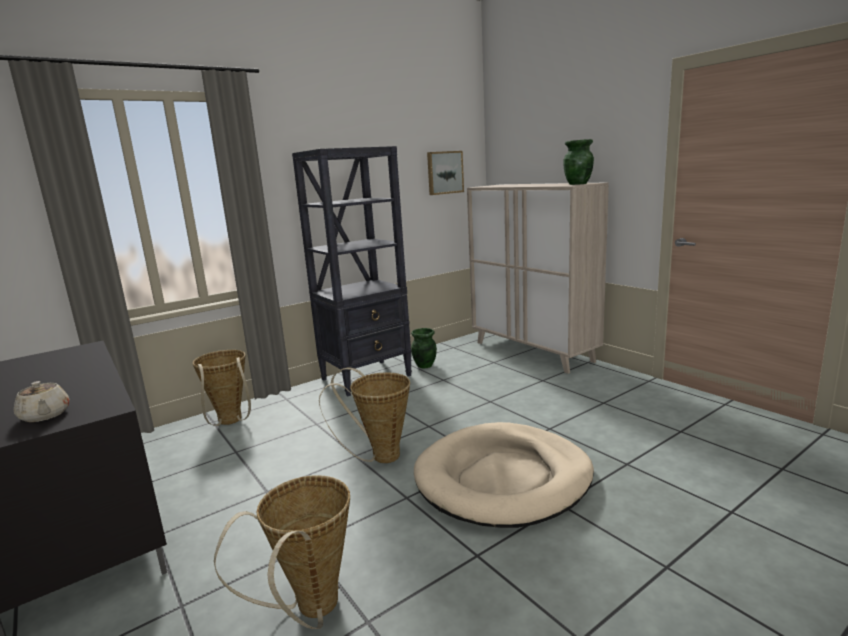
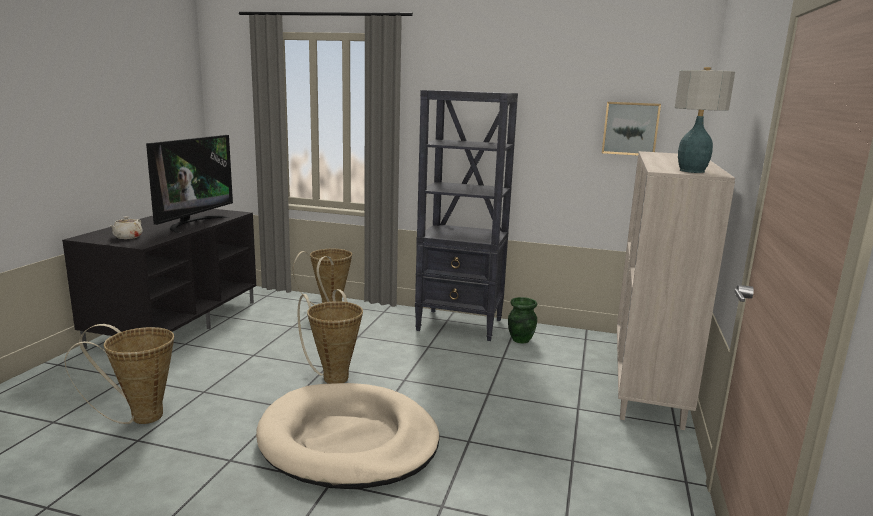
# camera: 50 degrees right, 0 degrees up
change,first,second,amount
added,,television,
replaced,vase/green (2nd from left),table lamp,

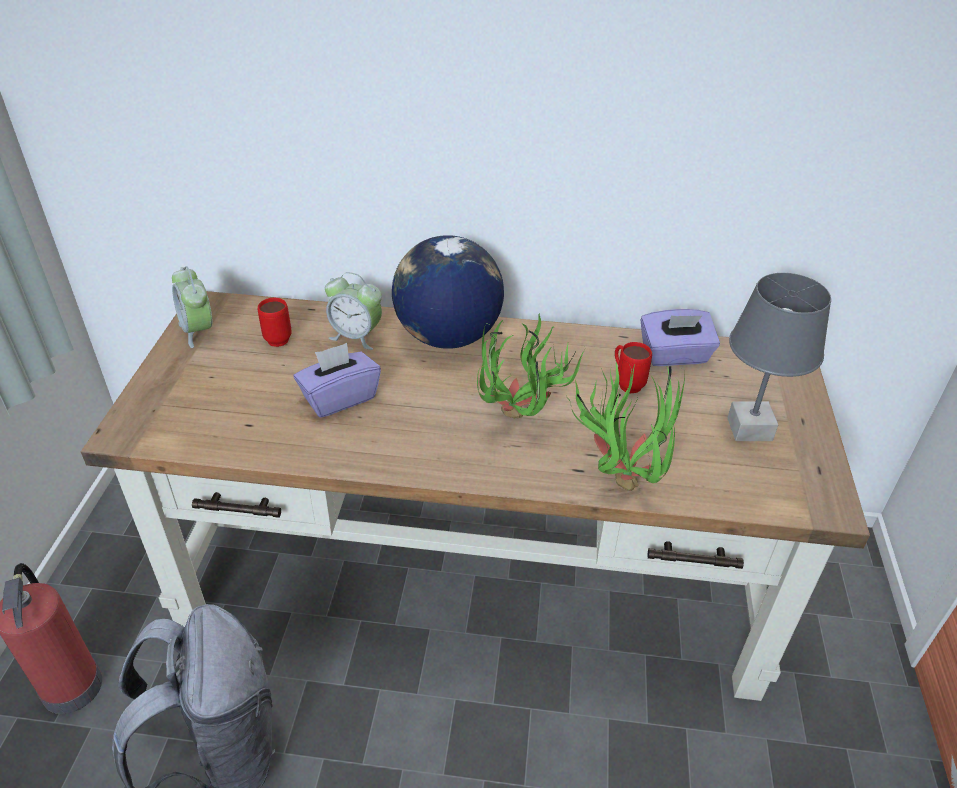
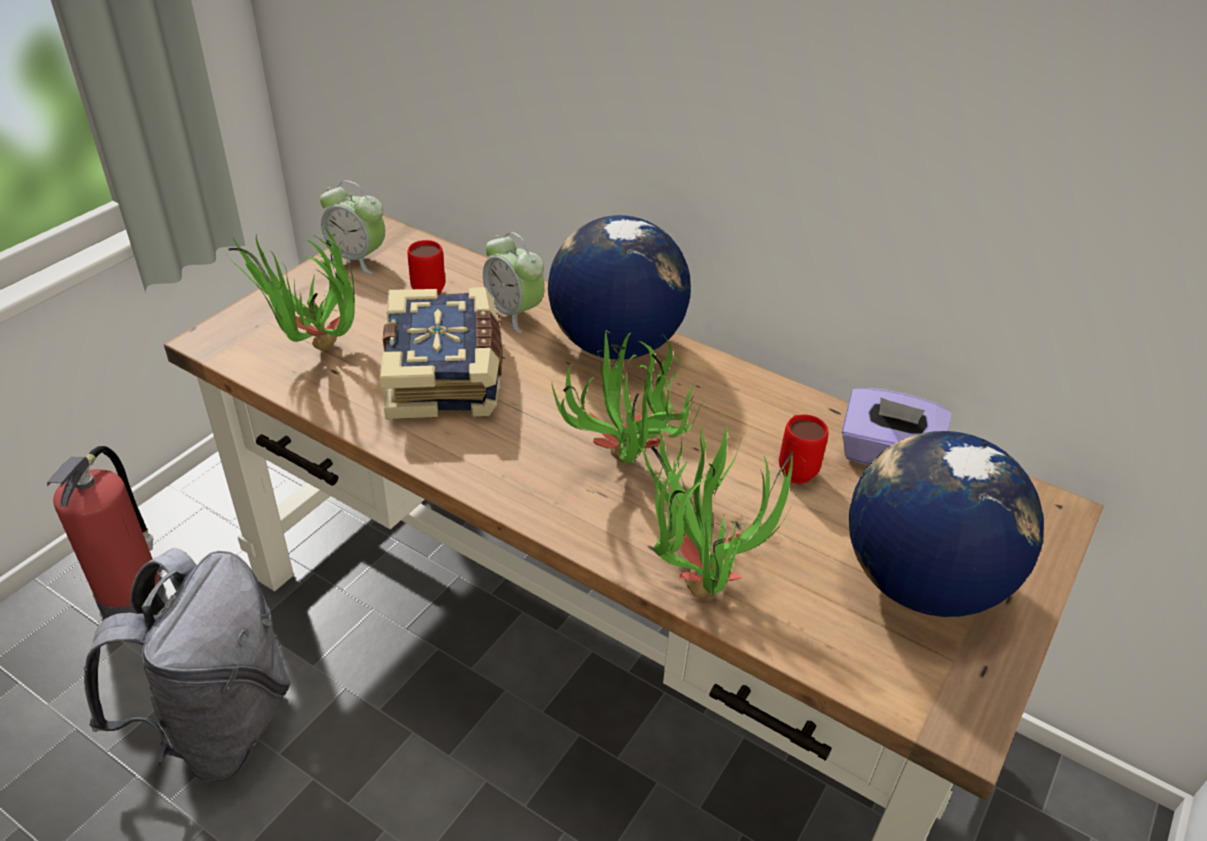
# camera: 25 degrees right, 0 degrees up
change,first,second,amount
added,,potted plant (1st from left),
turned,alarm clock (1st from left),,60 degrees counterclockwise
replaced,tissue box/purple (1st from left),book,
replaced,table lamp/grey,globe (2nd from left),

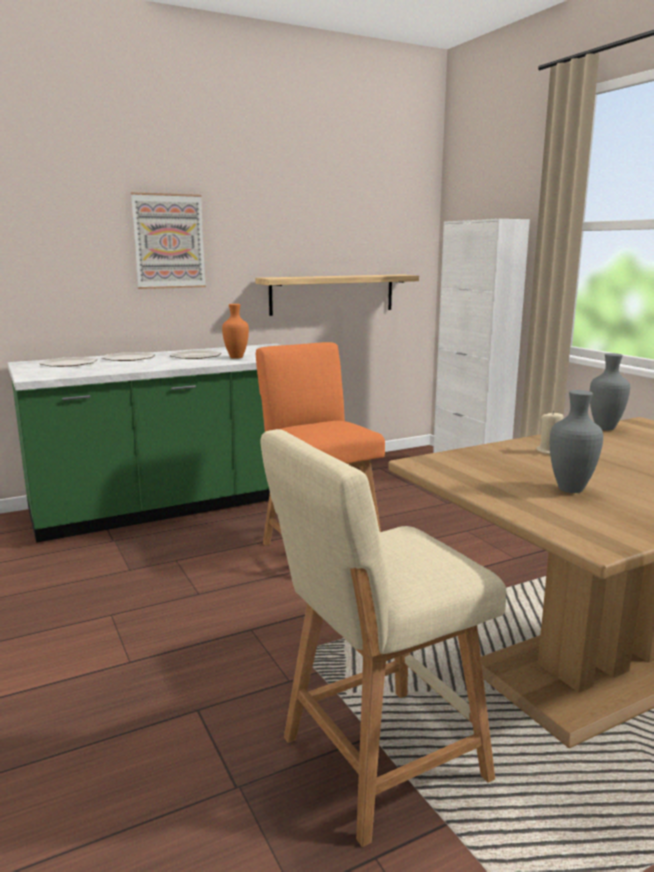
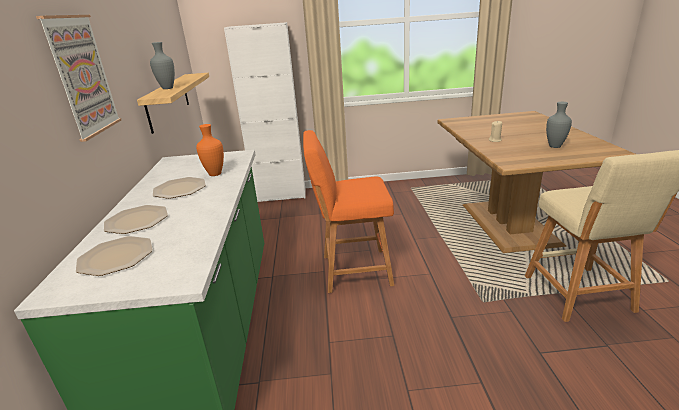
# camera: 65 degrees left, 10 degrees up
change,first,second,amount
moved,vase/grey (2nd from left in the first image),vase/grey (1st from left),

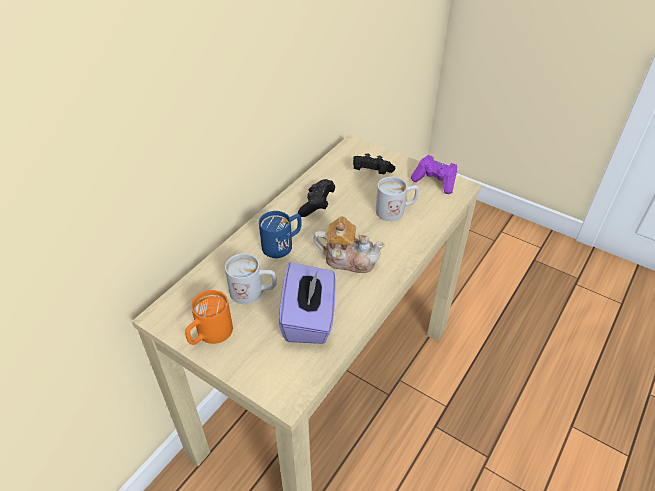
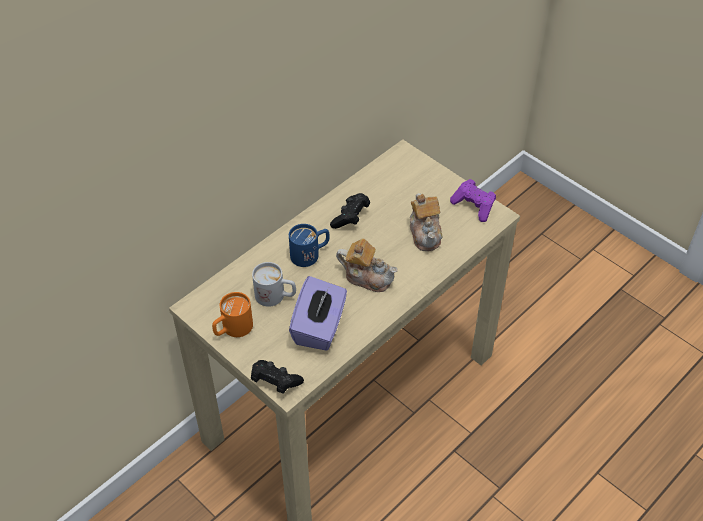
# camera: 10 degrees right, 5 degrees up
change,first,second,amount
moved,game controller/black (2nd from left in the first image),game controller/black (1st from left),
replaced,mug/white (2nd from left),teapot (2nd from left),

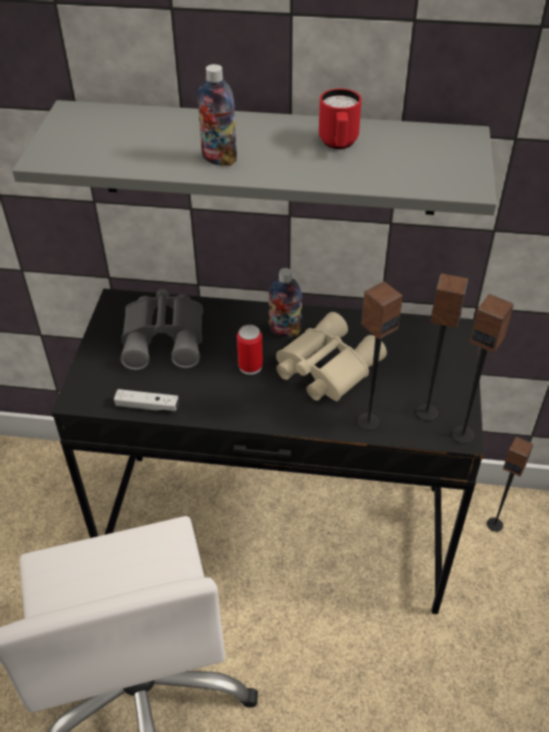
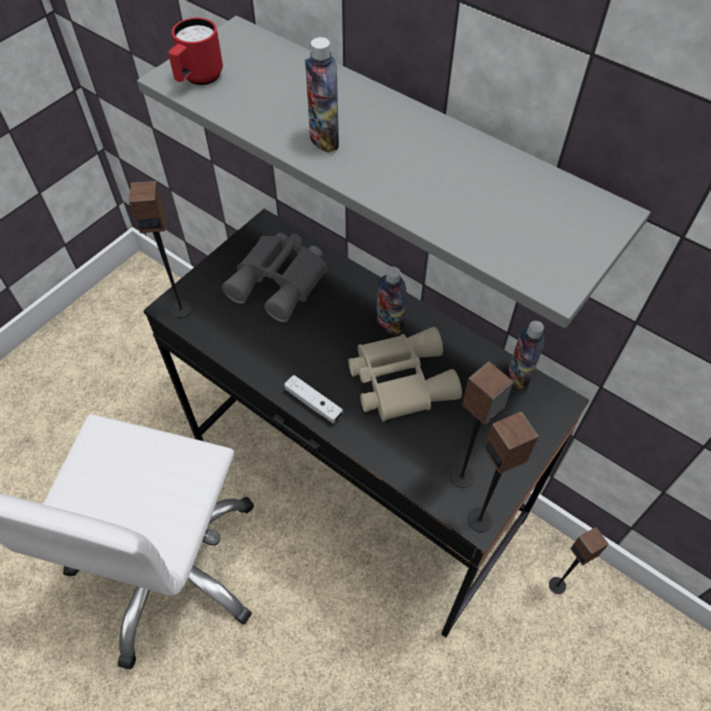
# camera: 30 degrees right, 10 degrees up
change,first,second,amount
moved,speaker (1st from left),,
moved,mug/red,,
moved,game controller/white,,
added,,bottle (3rd from left),
removed,can,,

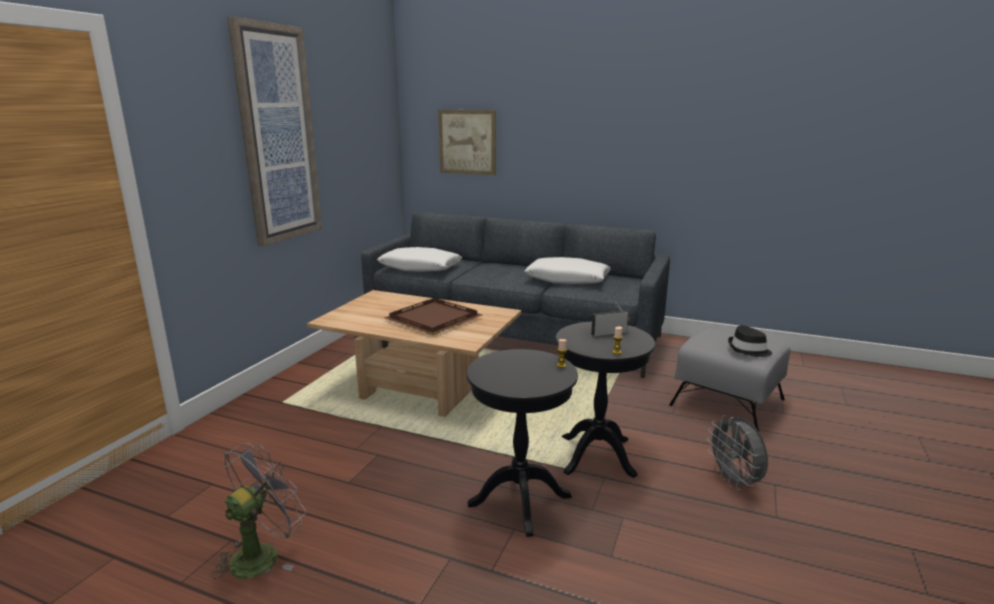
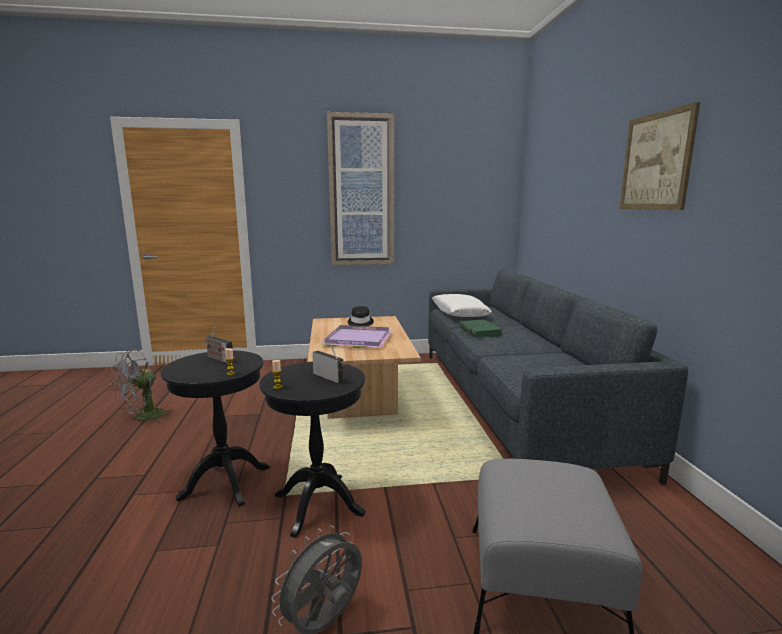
# camera: 60 degrees right, 5 degrees down
change,first,second,amount
turned,fan/grey (1st from left),,120 degrees clockwise
added,,radio (1st from left),
recoloured,tray/brown,tray/purple,
moved,hat/black,,
added,,book/green,
moved,picture (2nd from left),,
removed,pillow/white (2nd from left),,

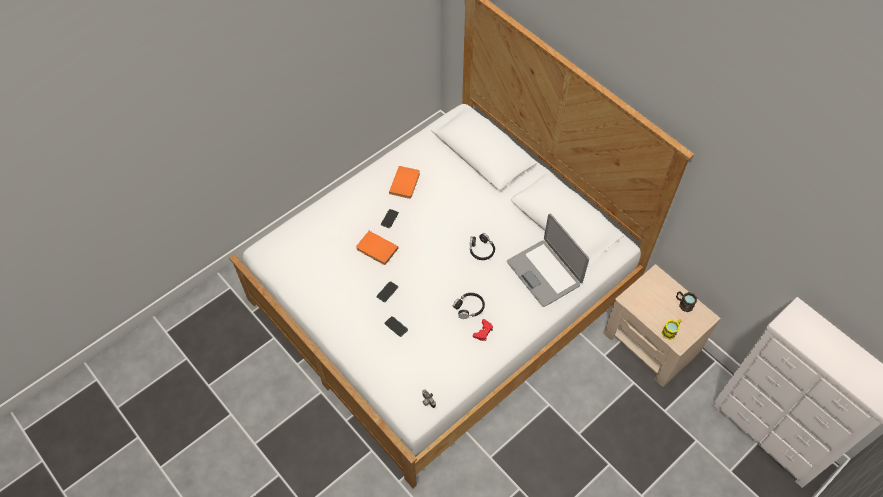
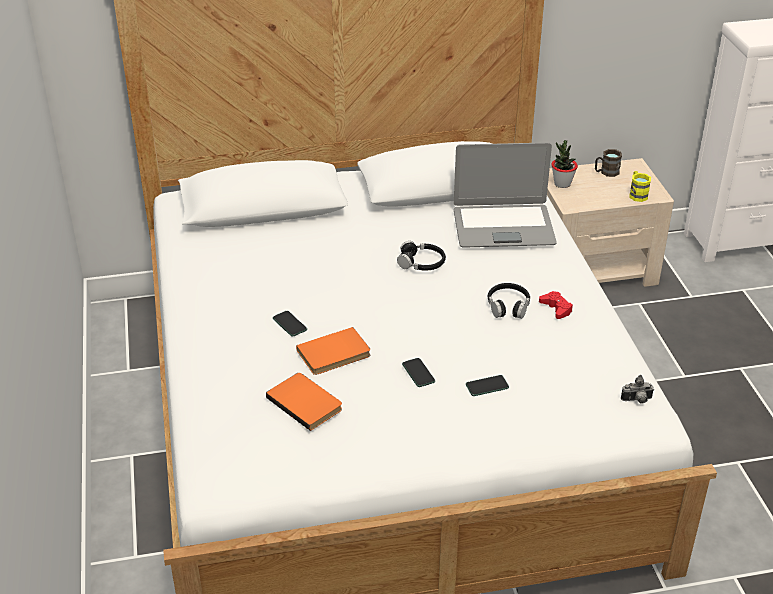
# camera: 60 degrees left, 20 degrees down
change,first,second,amount
moved,book/orange (2nd from left in the first image),book/orange (1st from left),
added,,potted plant,

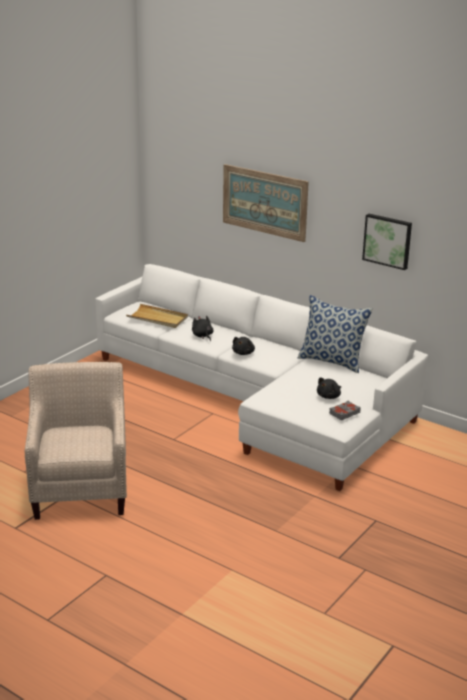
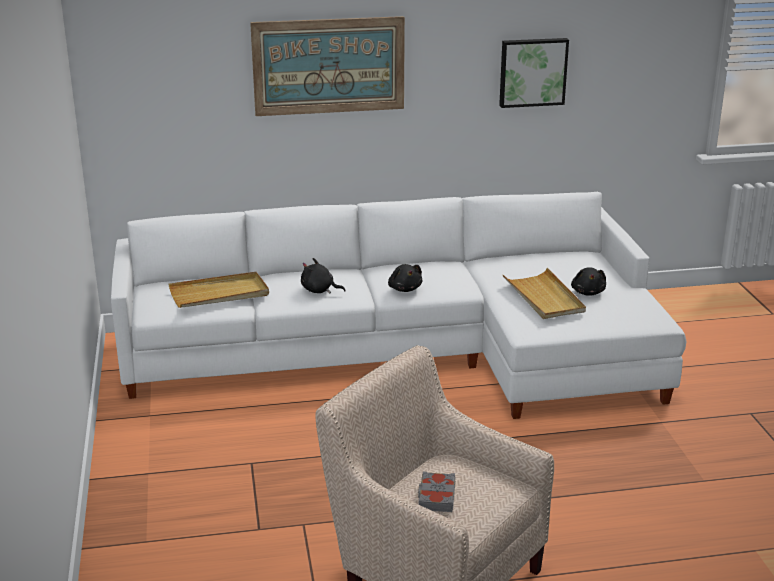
# camera: 45 degrees left, 0 degrees up
change,first,second,amount
moved,book/grey,,
added,,tray/beige (2nd from left),
removed,pillow,,

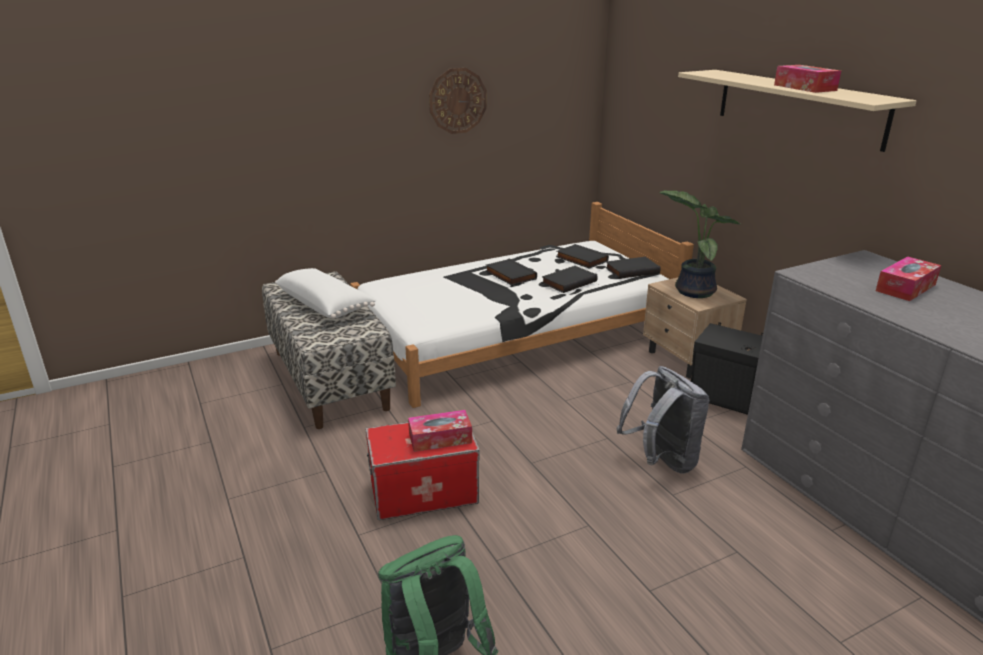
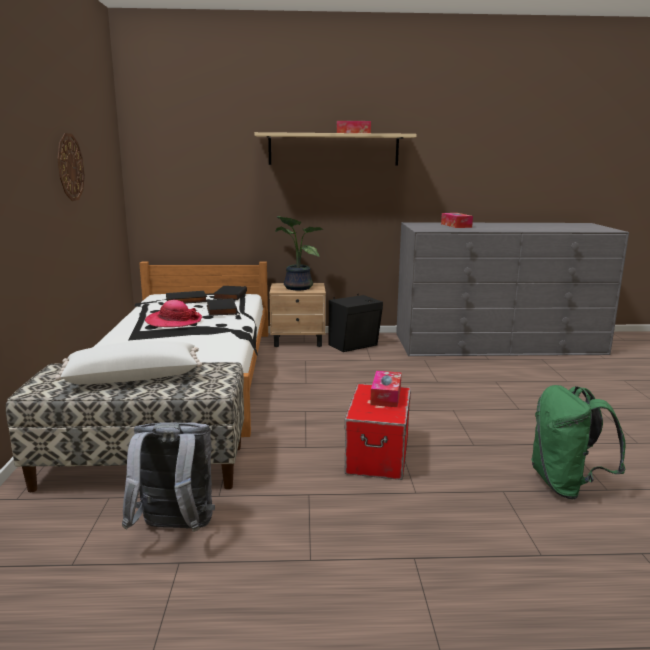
# camera: 65 degrees left, 10 degrees down
change,first,second,amount
moved,backpack/grey,,
replaced,book/black (1st from left),hat,

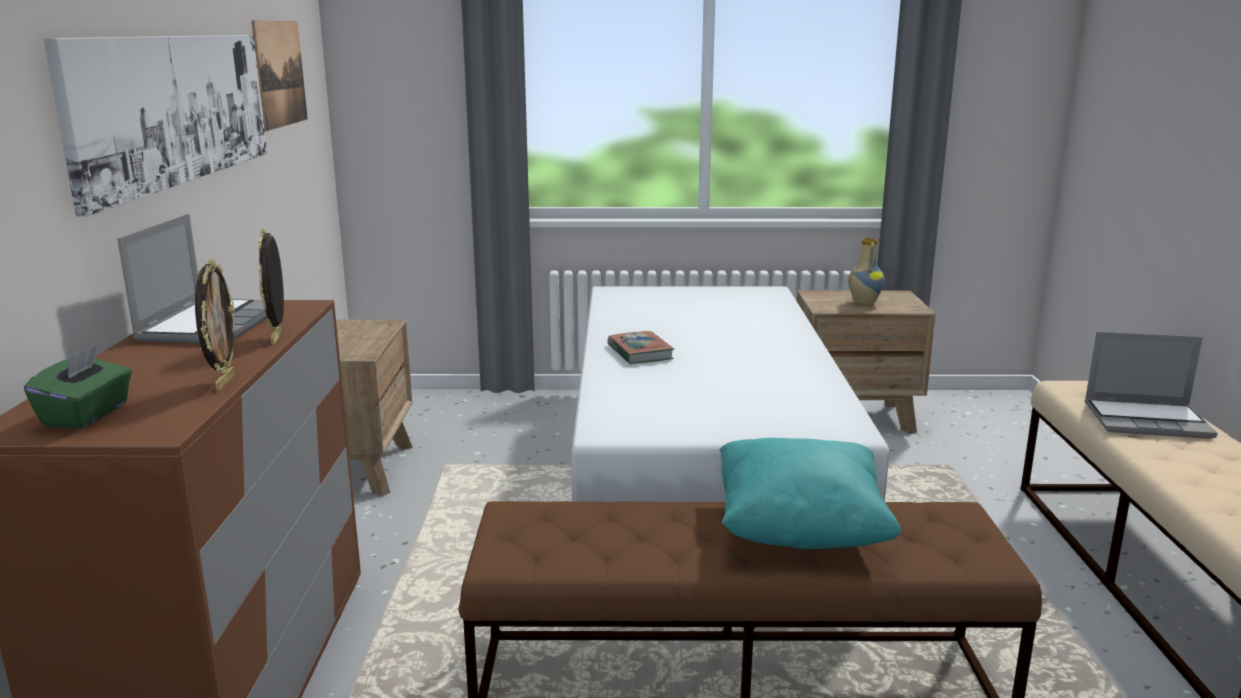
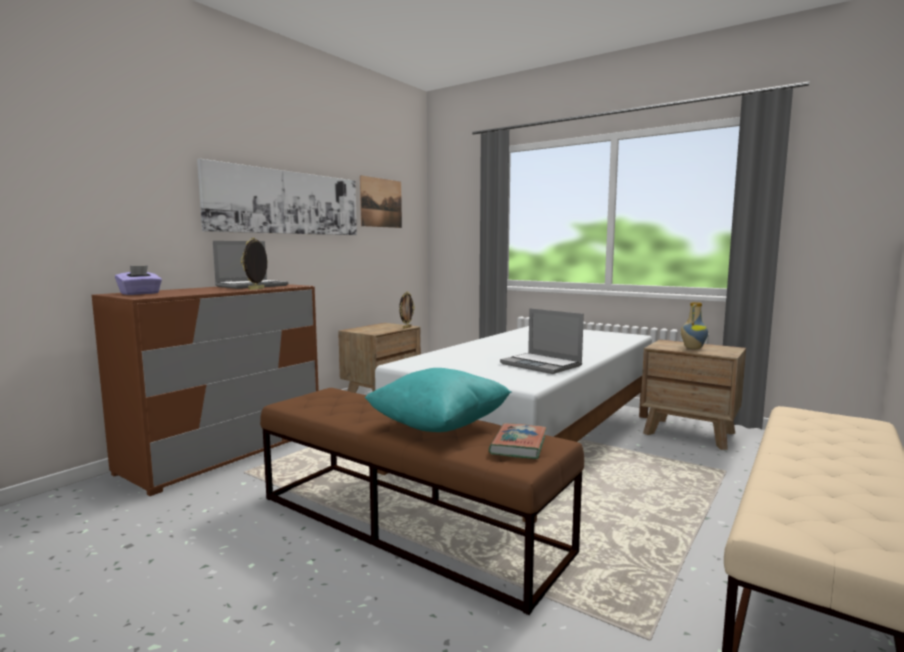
# camera: 35 degrees right, 10 degrees down
change,first,second,amount
recoloured,tissue box/green,tissue box/purple,
moved,picture frame (1st from left in the first image),picture frame (2nd from left),
moved,book,,
moved,laptop (2nd from left),,

